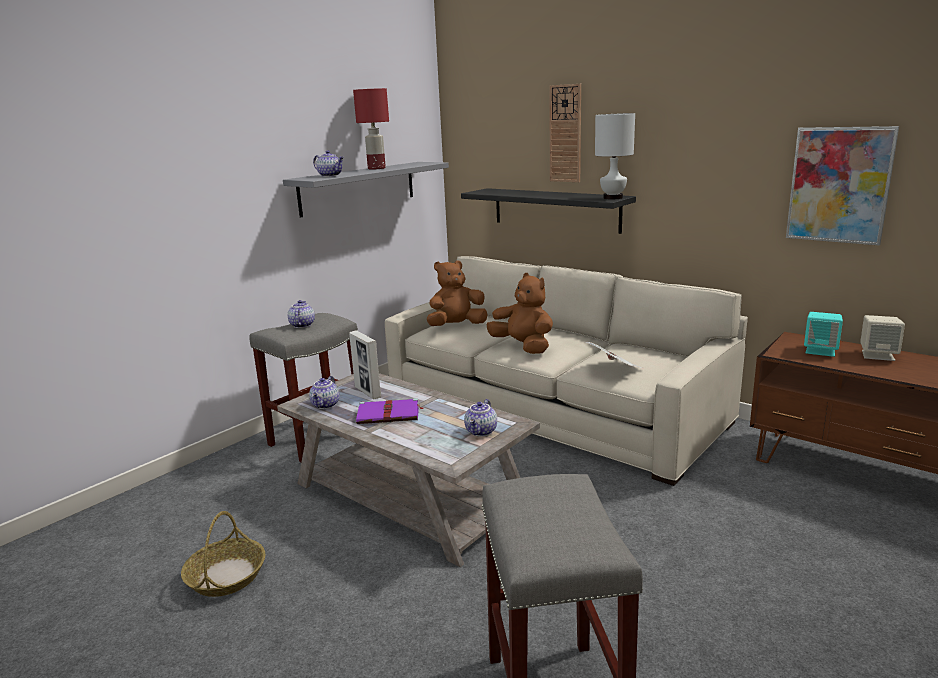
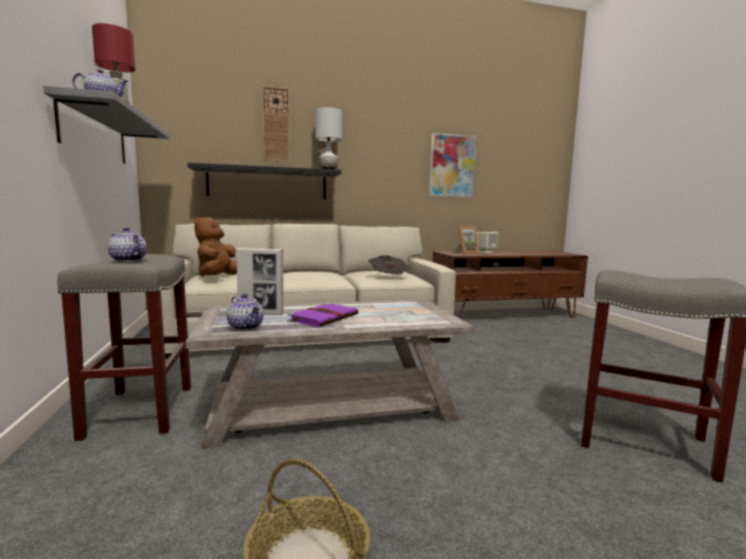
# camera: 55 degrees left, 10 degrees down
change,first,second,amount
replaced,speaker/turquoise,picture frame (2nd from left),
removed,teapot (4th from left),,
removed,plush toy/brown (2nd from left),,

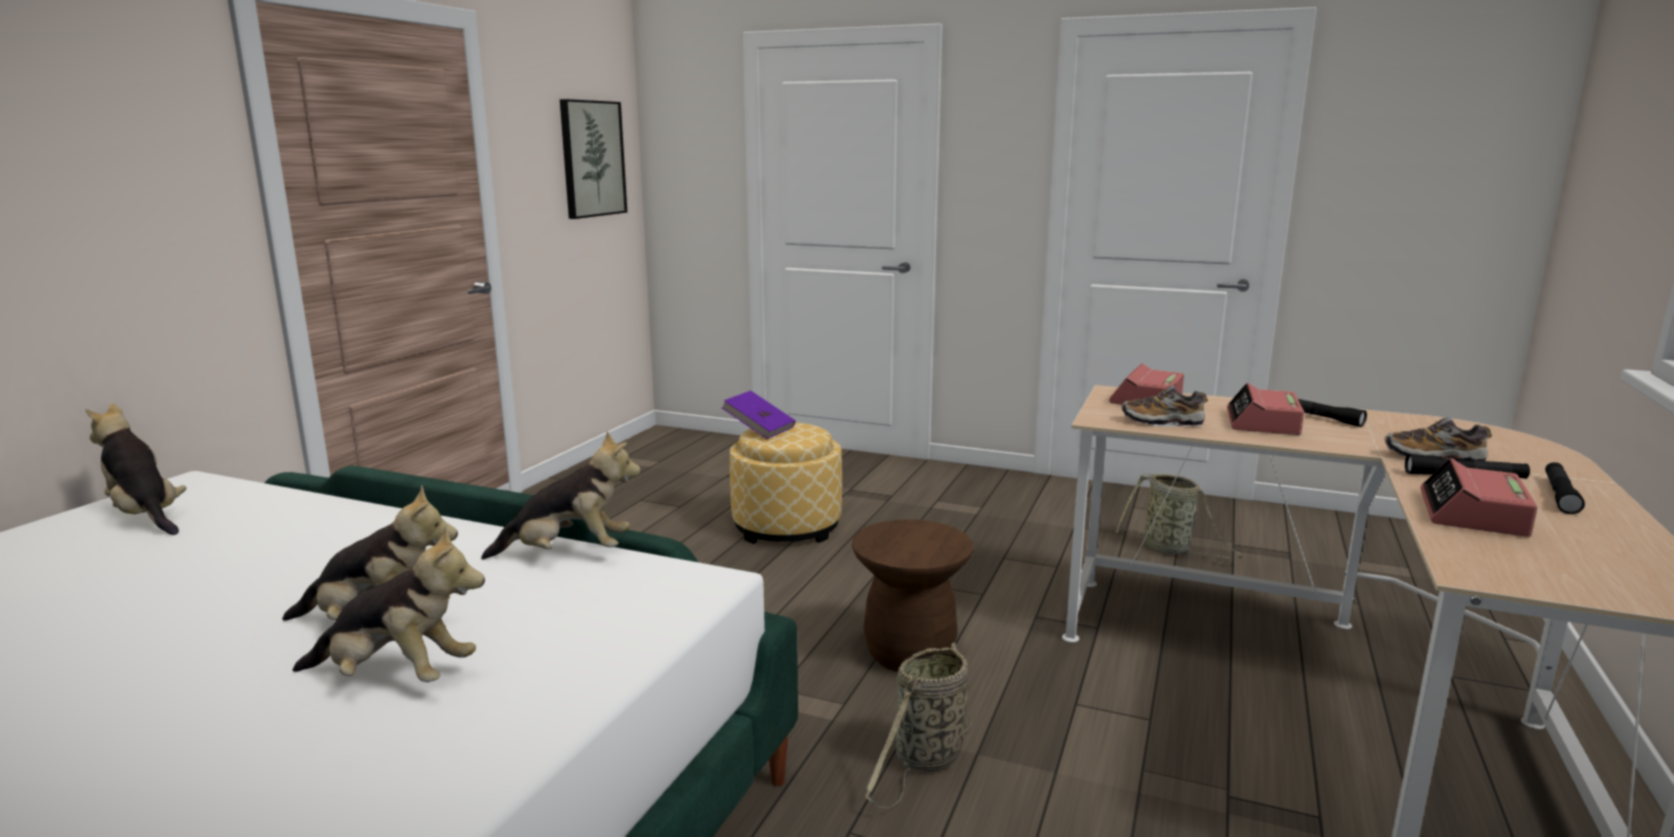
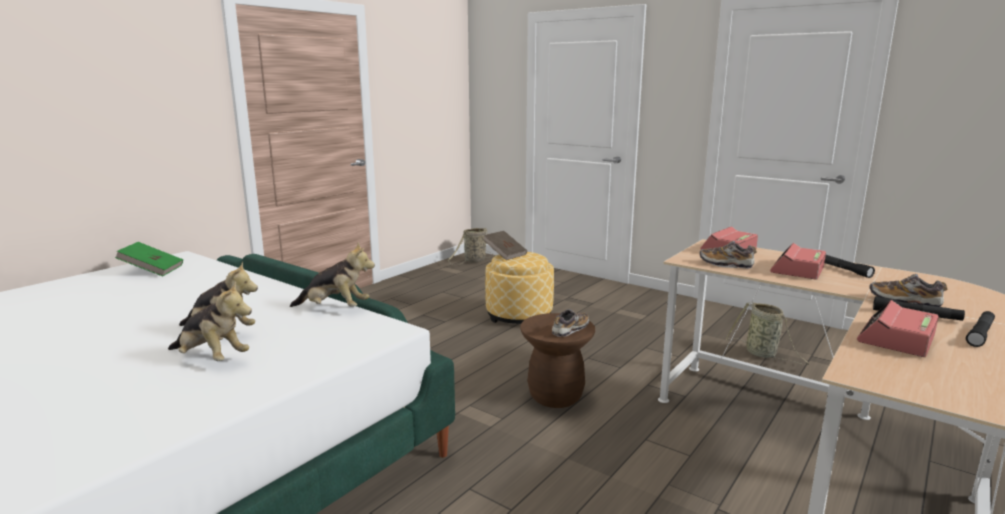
# camera: 15 degrees right, 0 degrees up
change,first,second,amount
replaced,plush toy (1st from left),book/green,
moved,basket (1st from left),,
recoloured,book/purple,book/brown,
added,,shoe (1st from left),
removed,picture,,

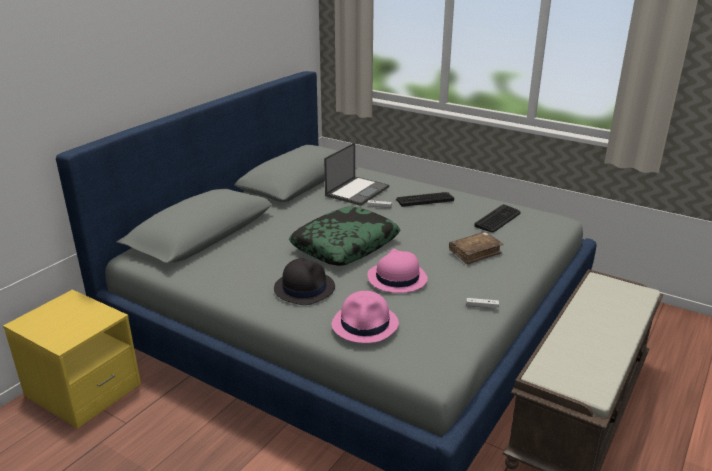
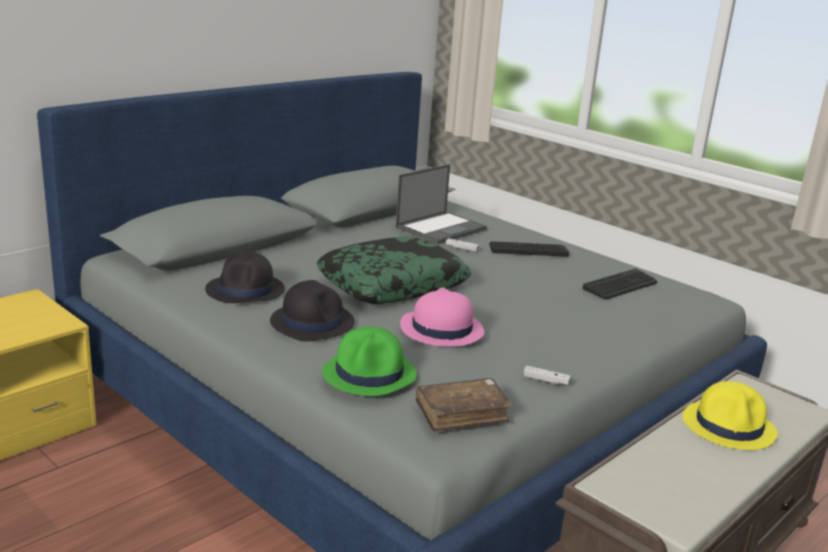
# camera: 10 degrees right, 5 degrees down
change,first,second,amount
added,,hat/black (1st from left),
recoloured,hat/pink (1st from left),hat/green,
moved,book/brown,,
added,,hat/yellow,

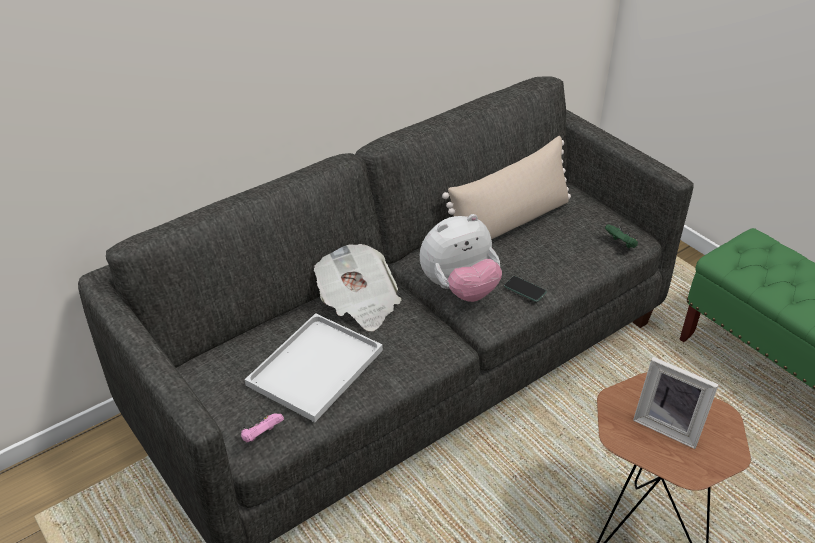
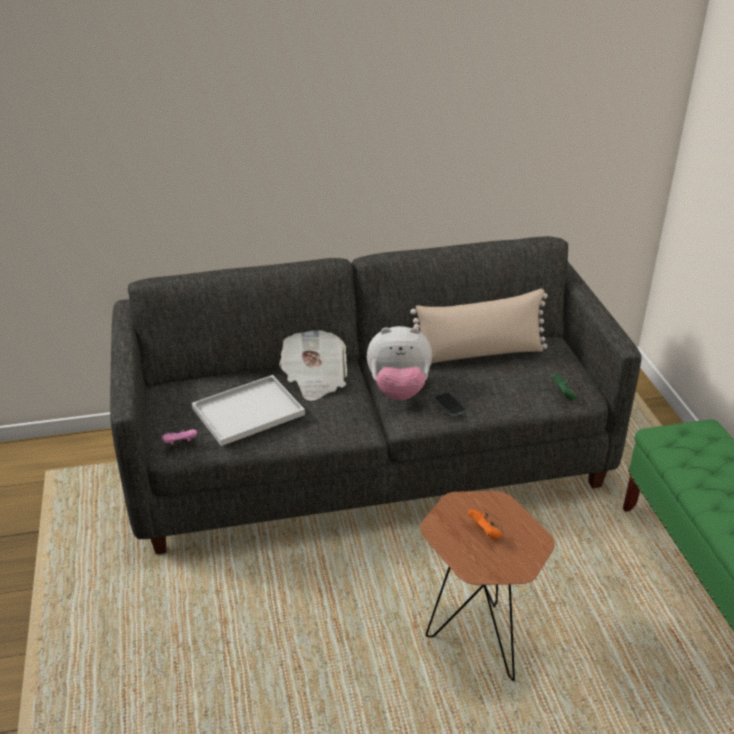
# camera: 25 degrees right, 5 degrees down
change,first,second,amount
replaced,picture frame,game controller/orange,

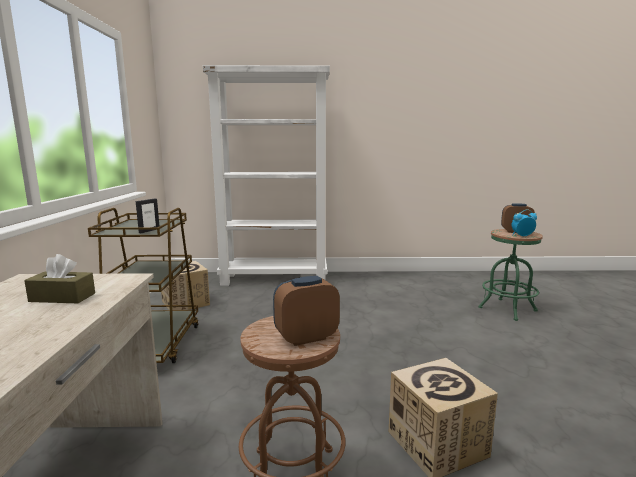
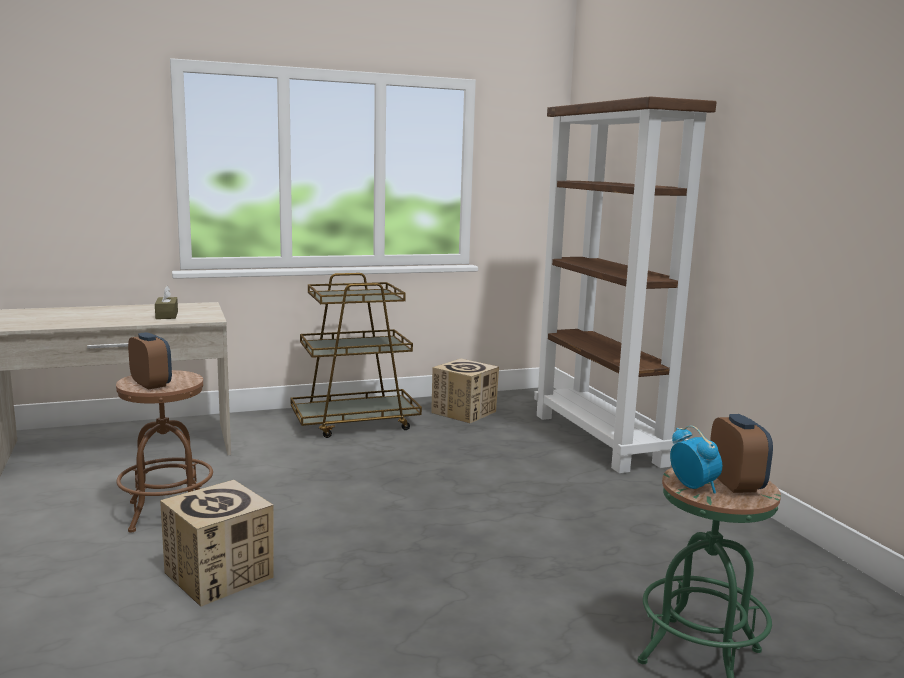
# camera: 70 degrees right, 0 degrees up
change,first,second,amount
recoloured,bookcase/white,bookcase/brown,
removed,picture frame,,

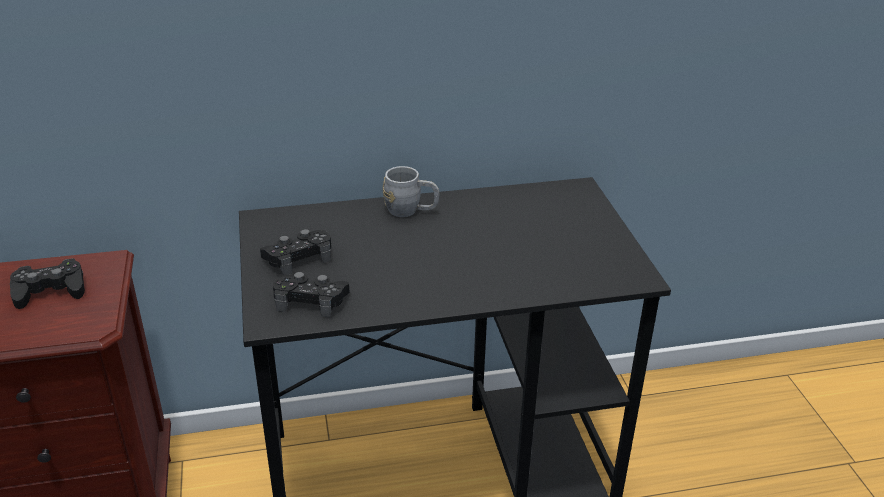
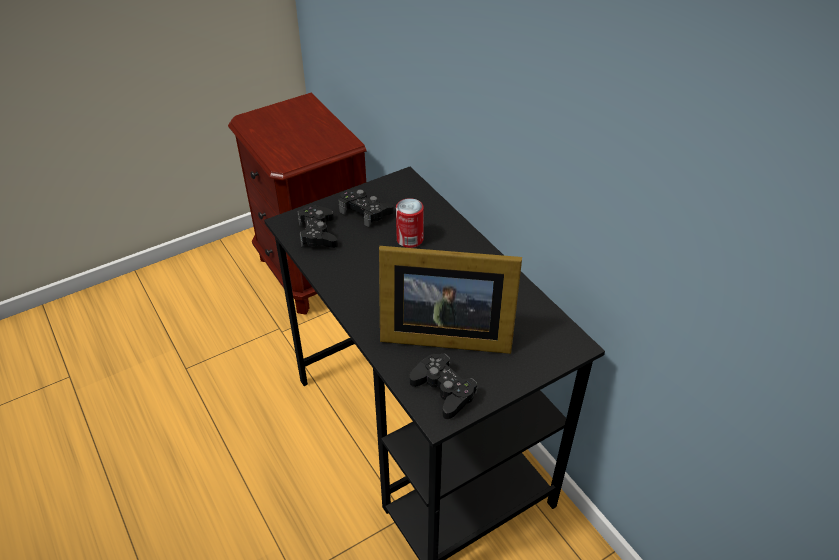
# camera: 70 degrees right, 10 degrees up
change,first,second,amount
added,,picture frame,
added,,can,
moved,game controller/black (1st from left in the first image),game controller/black (3rd from left),
removed,mug/grey,,

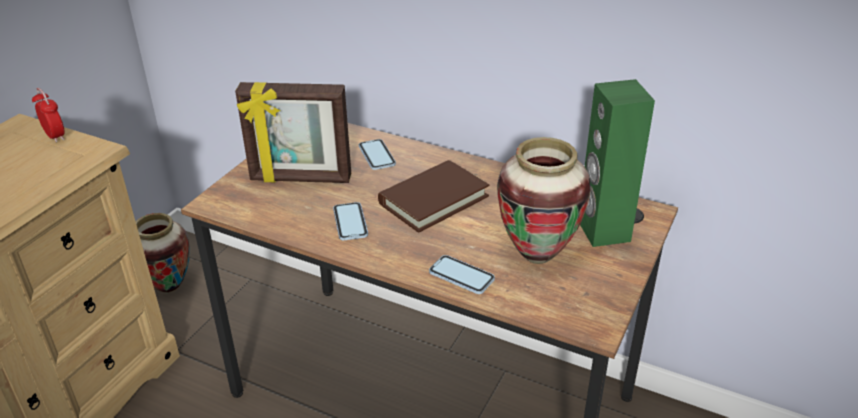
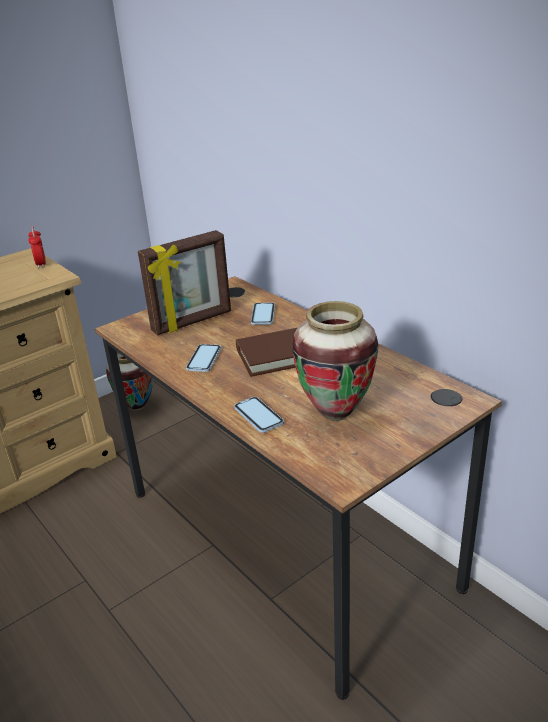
# camera: 25 degrees right, 5 degrees down
change,first,second,amount
turned,picture frame,,60 degrees counterclockwise
removed,speaker/green,,

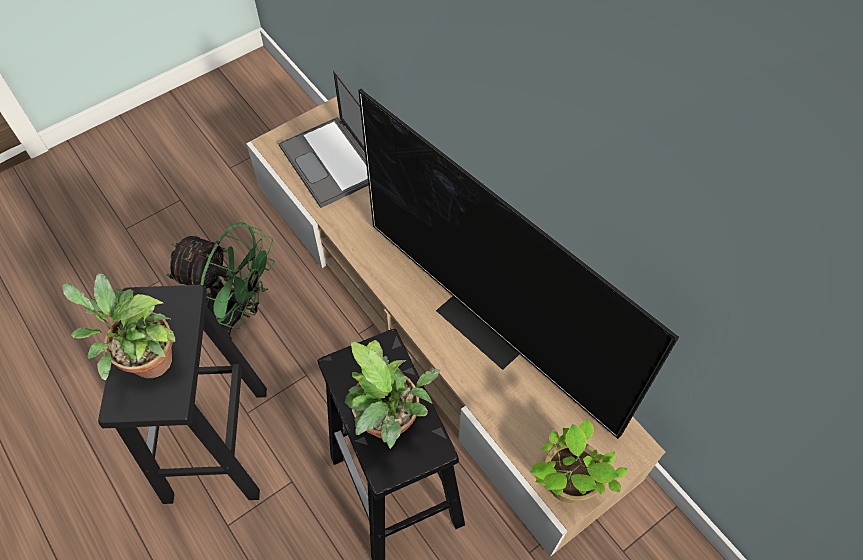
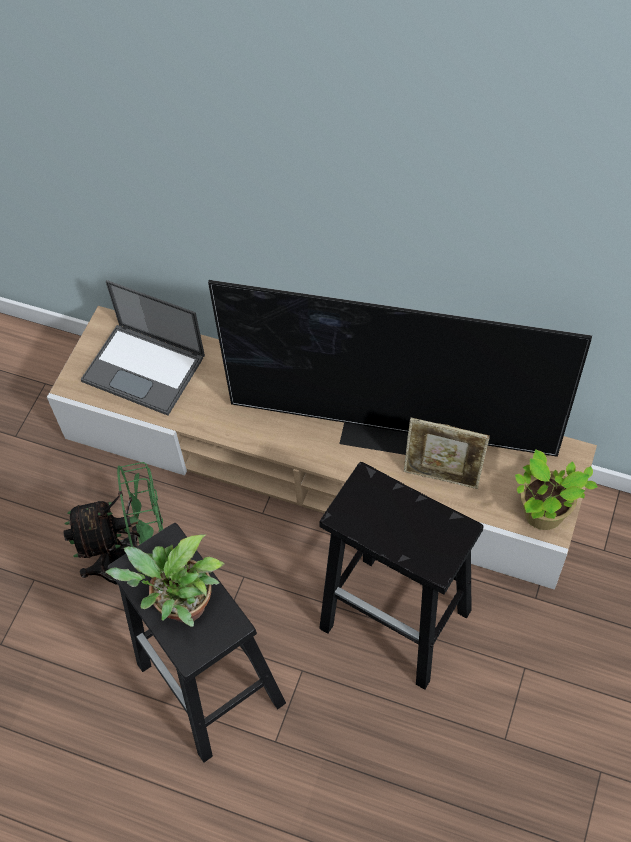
# camera: 30 degrees left, 0 degrees up
change,first,second,amount
added,,picture frame,
removed,potted plant (2nd from left),,

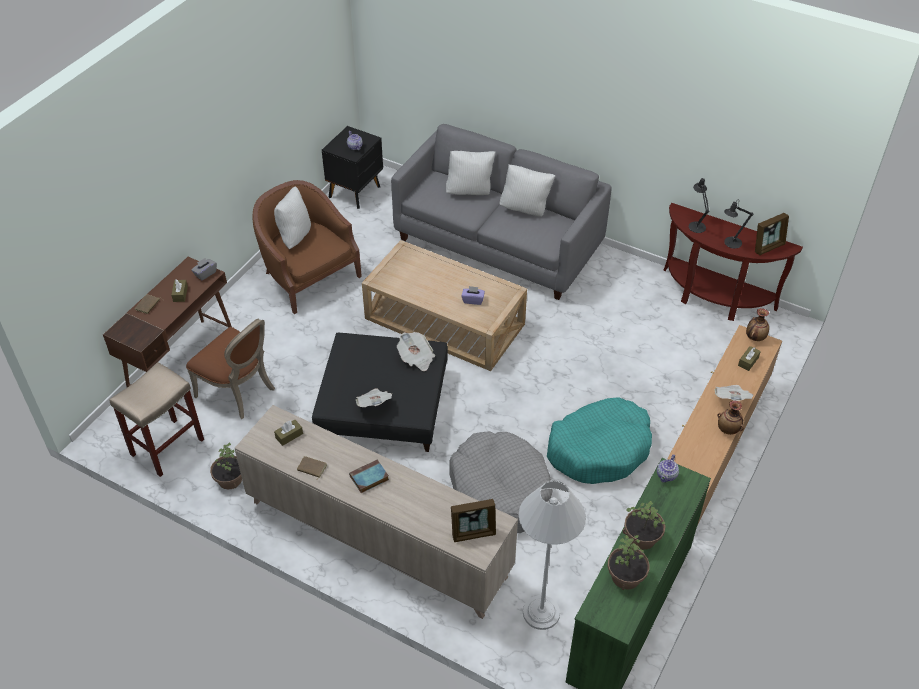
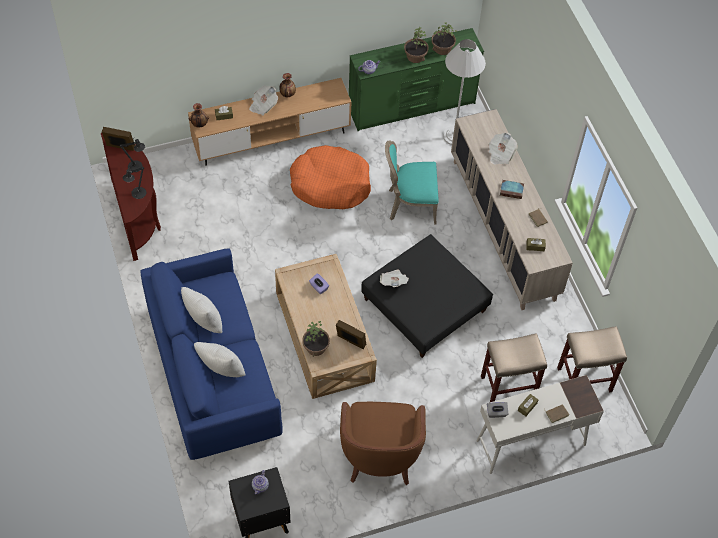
# camera: 140 degrees left, 10 degrees up
change,first,second,amount
recoloured,sofa/grey,sofa/blue,
recoloured,dog bed/turquoise,dog bed/orange,
moved,potted plant (1st from left),,
moved,picture frame (1st from left in the first image),picture frame (2nd from left),
replaced,dog bed/grey,chair/turquoise,
recoloured,desk/brown,desk/white,
replaced,chair/brown,stool/beige (1st from left),
moved,newspaper (1st from left in the first image),newspaper (3rd from left),
removed,pillow/white (1st from left),,

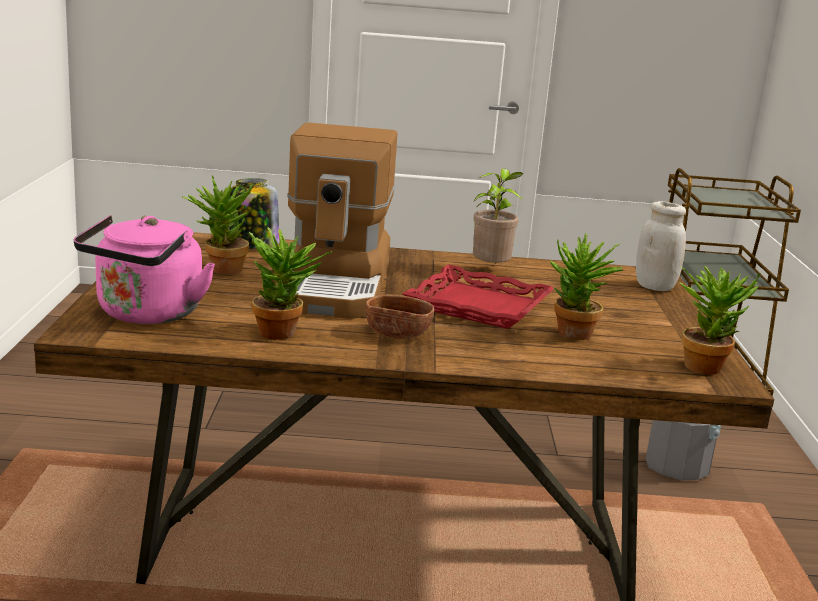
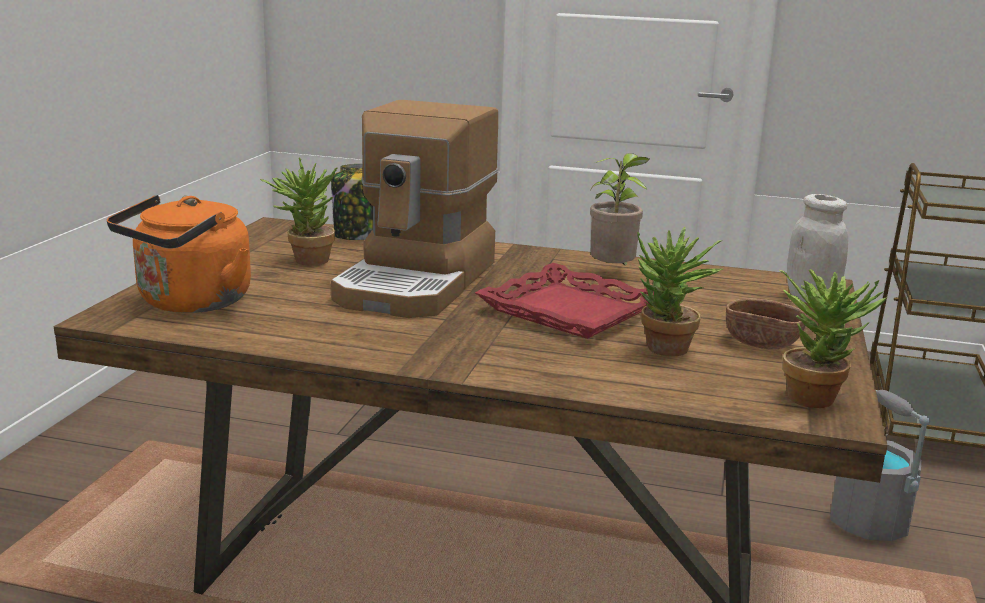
# camera: 15 degrees right, 0 degrees up
change,first,second,amount
recoloured,kettle/pink,kettle/orange,
moved,bowl/brown,,
removed,potted plant (2nd from left),,

